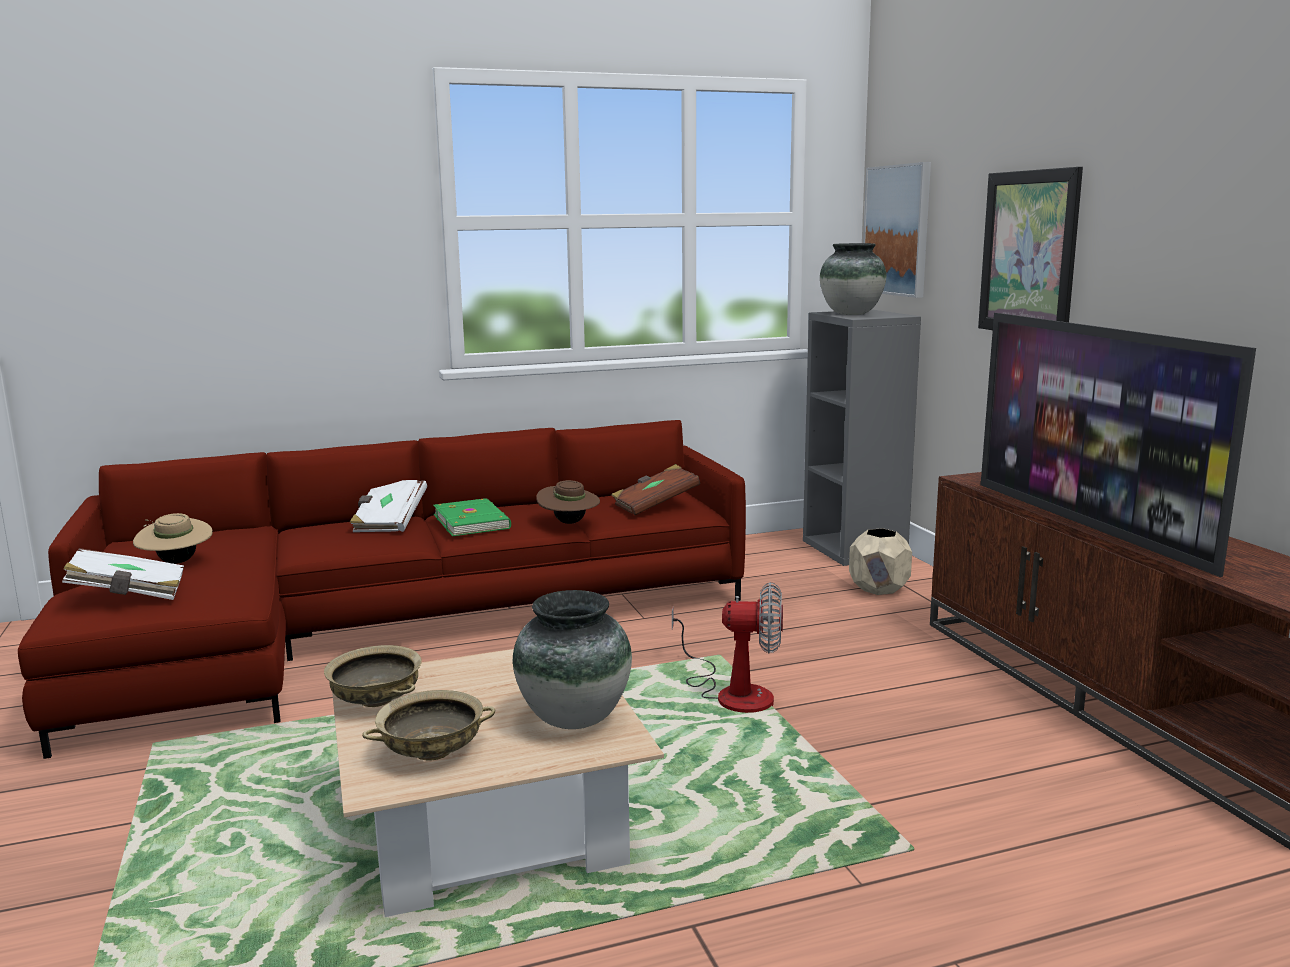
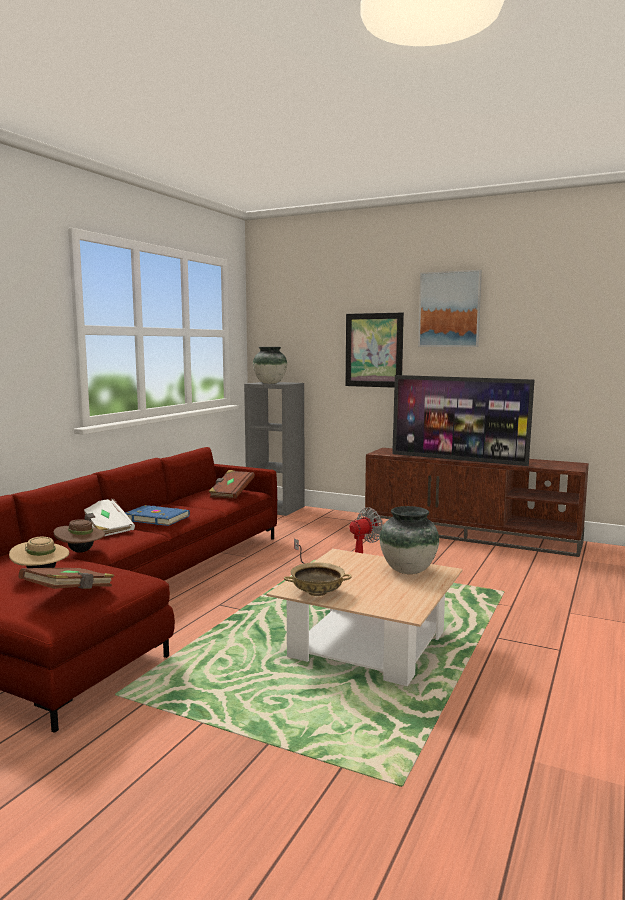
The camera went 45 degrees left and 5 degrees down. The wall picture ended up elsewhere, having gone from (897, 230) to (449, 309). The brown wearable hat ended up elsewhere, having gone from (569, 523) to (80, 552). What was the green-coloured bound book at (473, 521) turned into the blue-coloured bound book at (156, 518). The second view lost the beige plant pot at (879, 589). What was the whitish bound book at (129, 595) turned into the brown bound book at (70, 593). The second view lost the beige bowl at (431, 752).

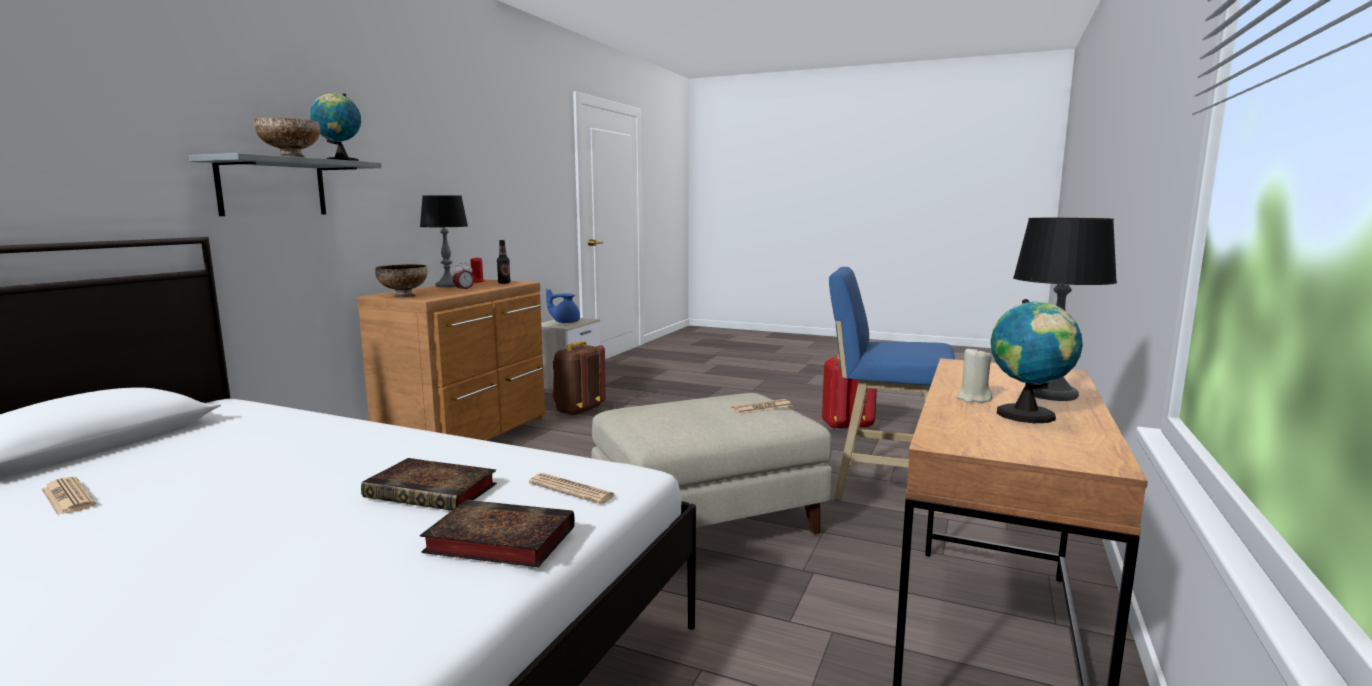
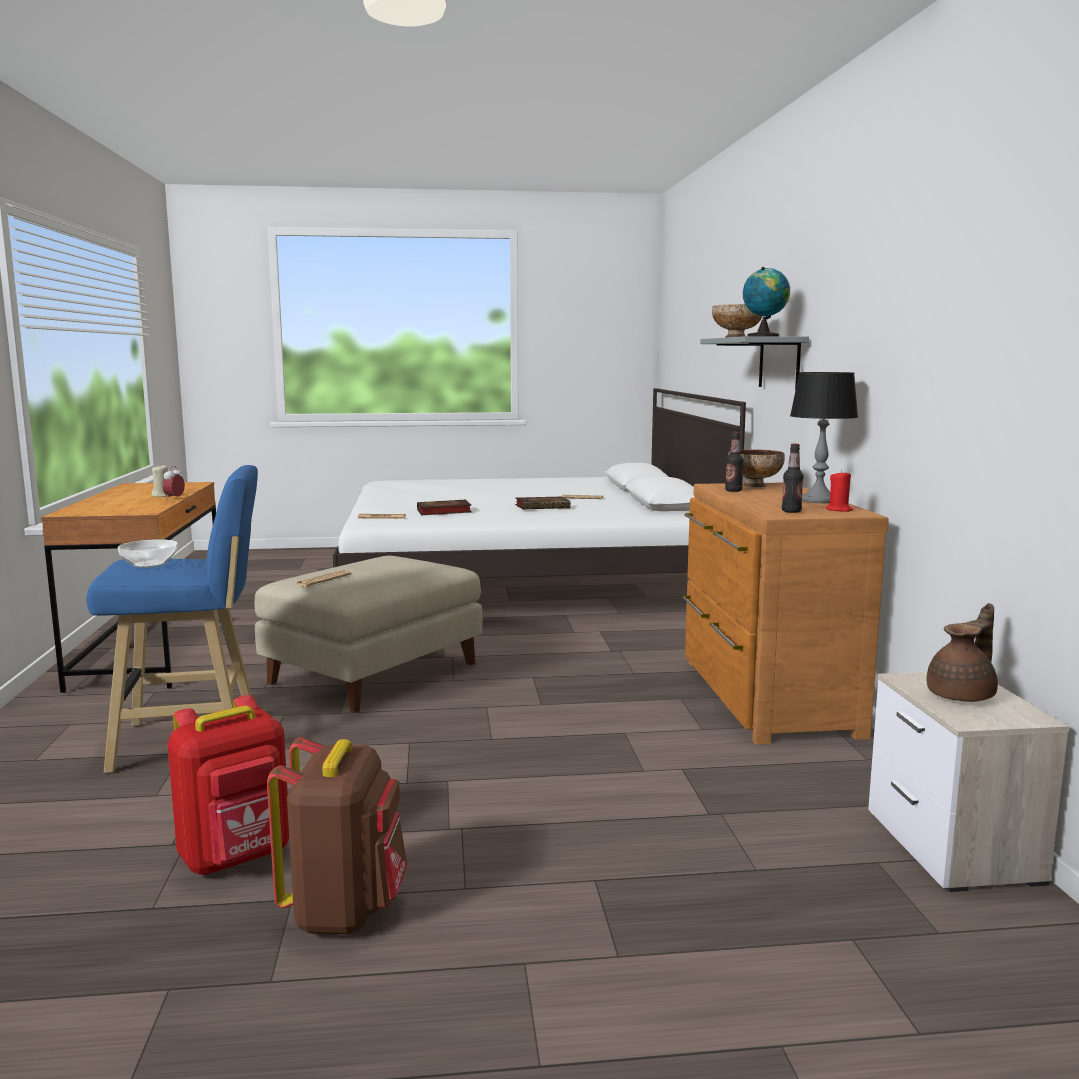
The camera went 150 degrees right and 0 degrees up. The second view lost the table lamp at (1051, 394). The table clock ended up elsewhere, having gone from (464, 291) to (174, 498). What was the blue-coloured pot for tea at (565, 322) turned into the brown pot for tea at (963, 695). The second view lost the desk globe at (1029, 416). The brown backpack ended up elsewhere, having gone from (578, 411) to (344, 910). The bound book ended up elsewhere, having gone from (496, 541) to (543, 506). The second view gained the bottle at (733, 490). The second view gained the bowl at (148, 564).

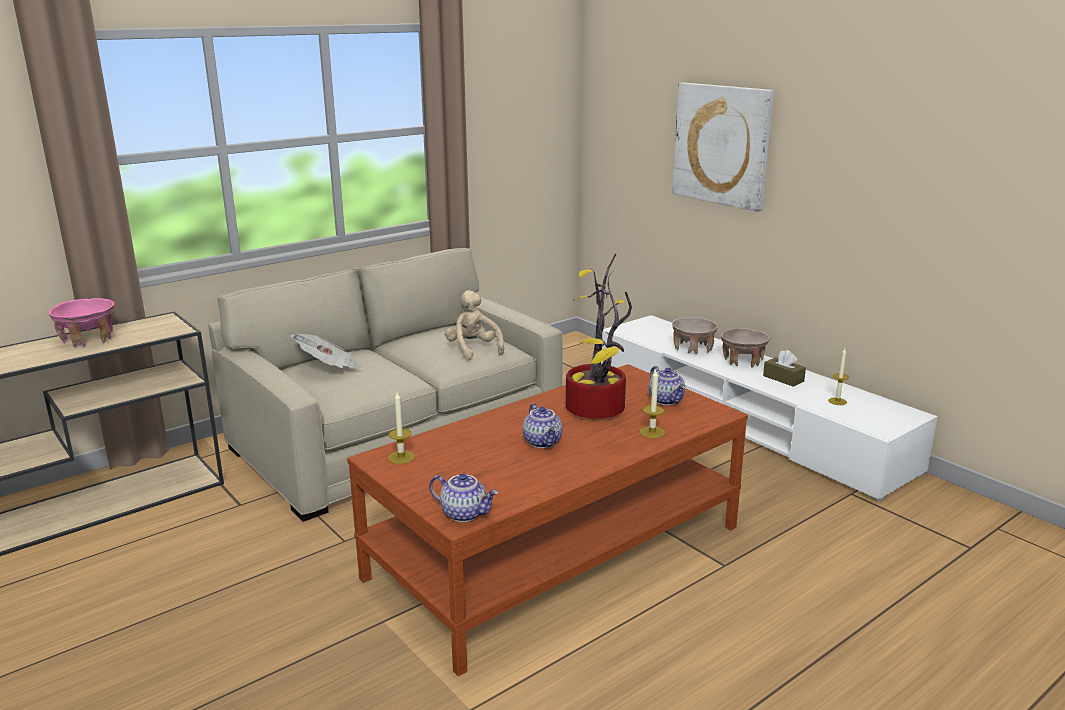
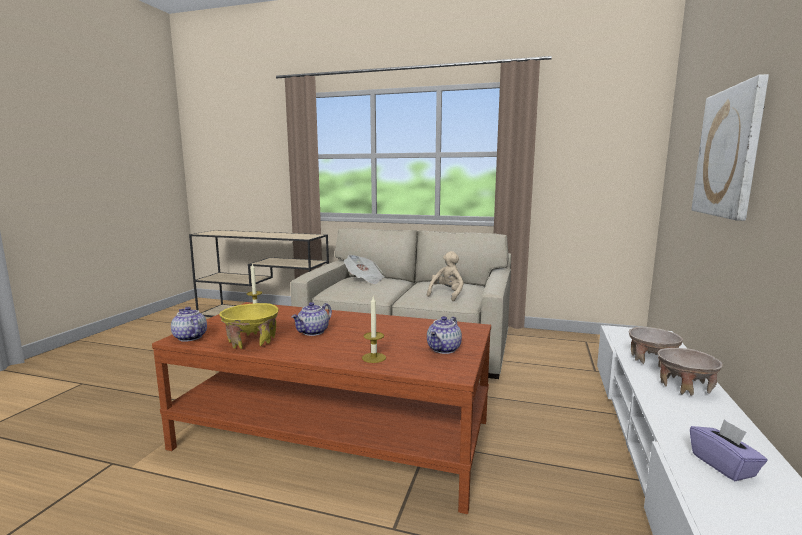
The camera went 55 degrees right and 10 degrees down. The second view lost the houseplant at (599, 411). The second view lost the pink-coloured bowl at (88, 339). Where the wax light stood at (837, 401), the purple box of tissues came to stand at (723, 465). The second view lost the brown box of tissues at (783, 378). The pot for tea at (465, 513) ended up facing another way, 150 degrees clockwise from before. The second view gained the yellow-coloured bowl at (251, 341).

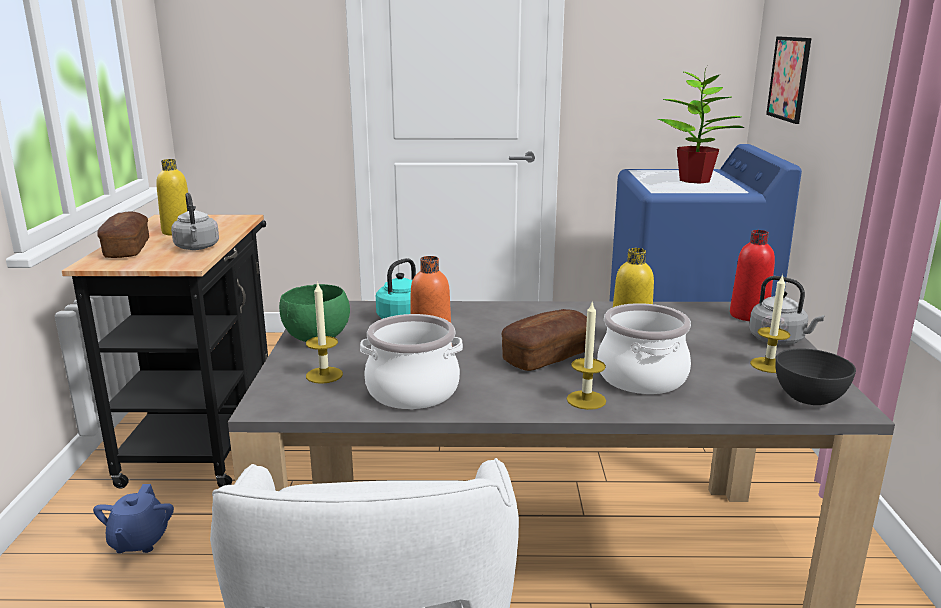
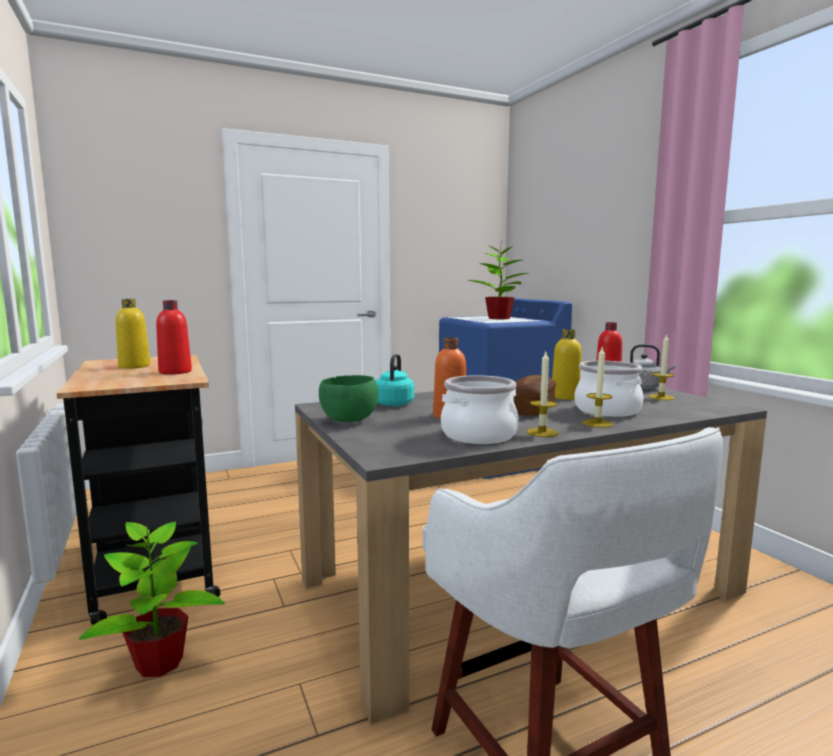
The camera went 25 degrees left and 10 degrees down. The second view lost the wall picture at (789, 78). Where the greyish kettle stood at (197, 248), the reddish bottle came to stand at (175, 372). The second view lost the bread at (127, 249). The wax light ended up elsewhere, having gone from (324, 375) to (542, 432). The second view lost the greyish bowl at (809, 398). Where the blue-coloured pot for tea stood at (139, 541), the houseplant came to stand at (159, 664).

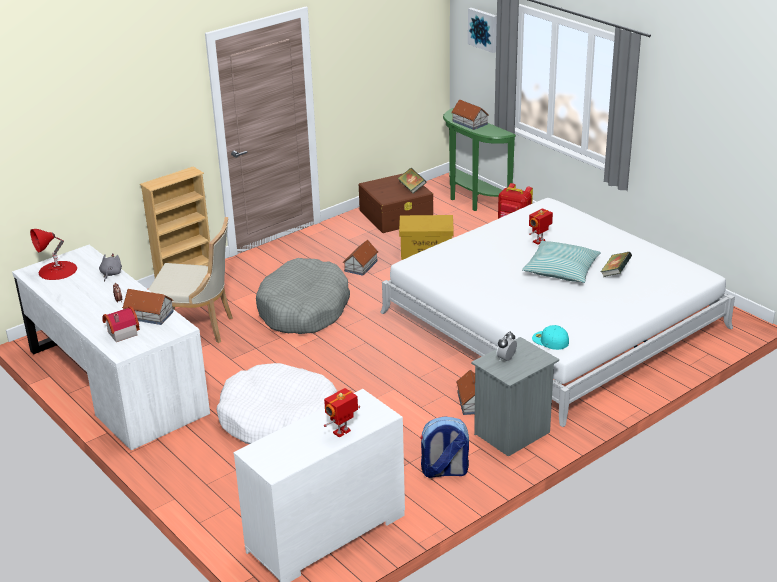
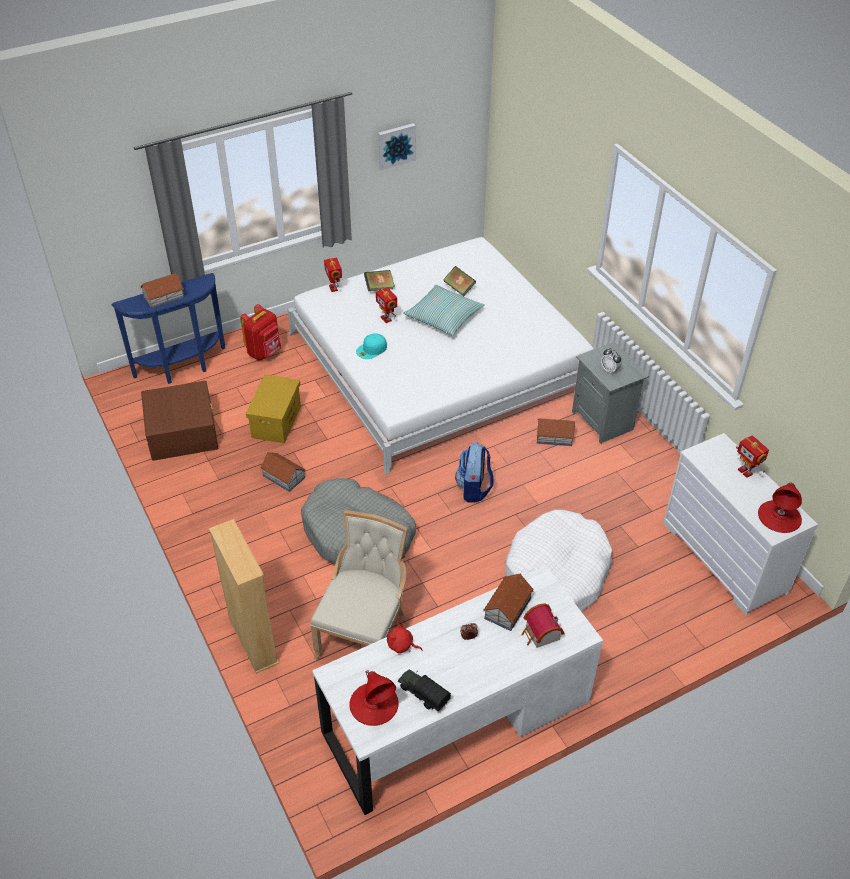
The camera went 80 degrees left and 15 degrees up. The wall picture ended up elsewhere, having gone from (483, 29) to (396, 145). What was the green-coloured console table at (472, 201) turned into the blue-coloured console table at (183, 368). The bound book ended up elsewhere, having gone from (412, 188) to (379, 288). What was the greyish cuddly toy at (110, 274) turned into the reddish cuddly toy at (401, 645). The blue-green baseball cap ended up elsewhere, having gone from (550, 340) to (371, 349). The backpack ended up elsewhere, having gone from (444, 471) to (474, 489). The second view gained the toy robot at (334, 288). The second view gained the reddish table lamp at (779, 516). The second view gained the toy lorry at (423, 694).

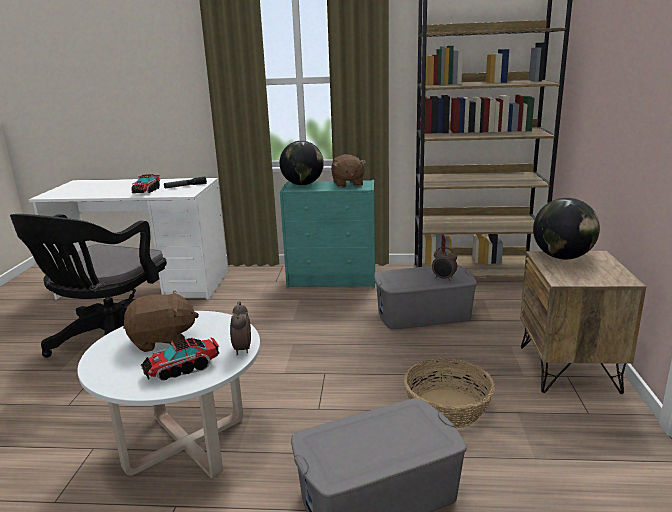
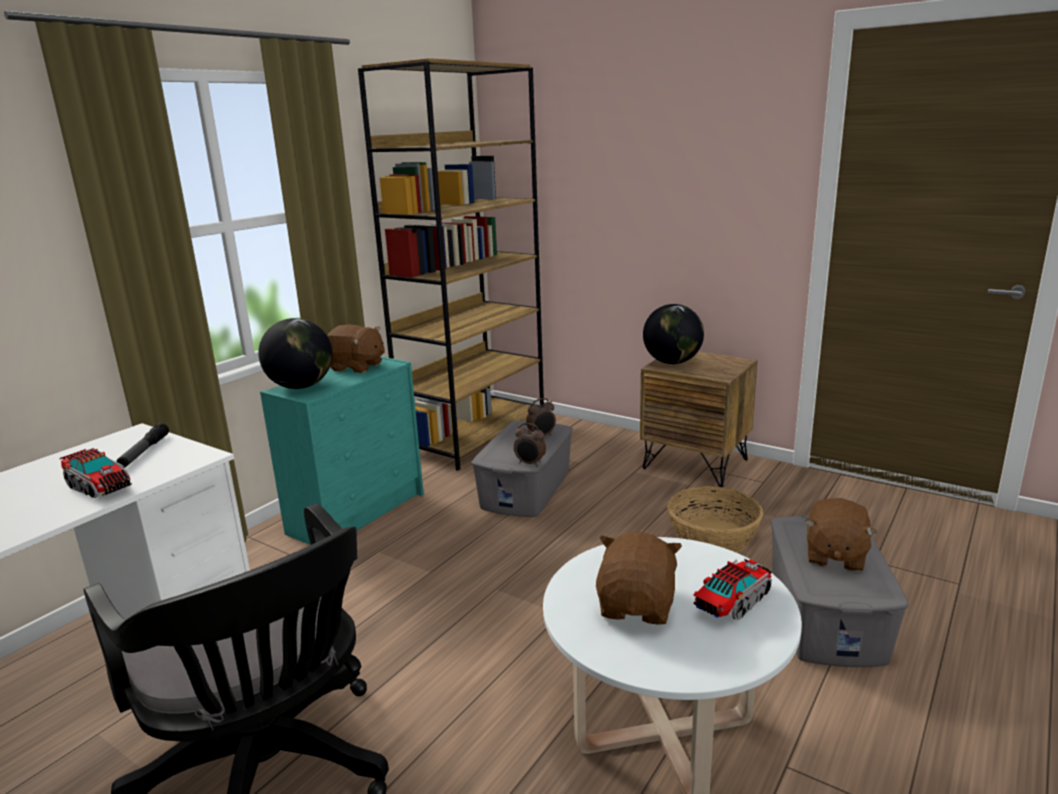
The camera went 60 degrees left and 0 degrees up. The table clock ended up elsewhere, having gone from (242, 349) to (530, 463). The toy lorry at (182, 369) ended up facing another way, 135 degrees counterclockwise from before. The second view gained the brown cuddly toy at (834, 556).

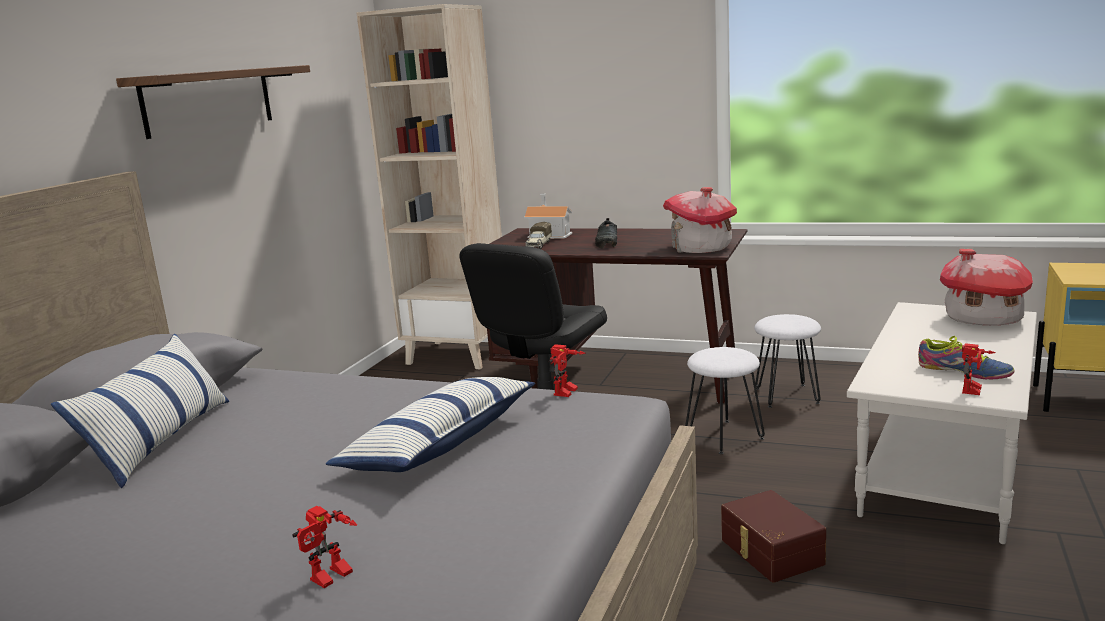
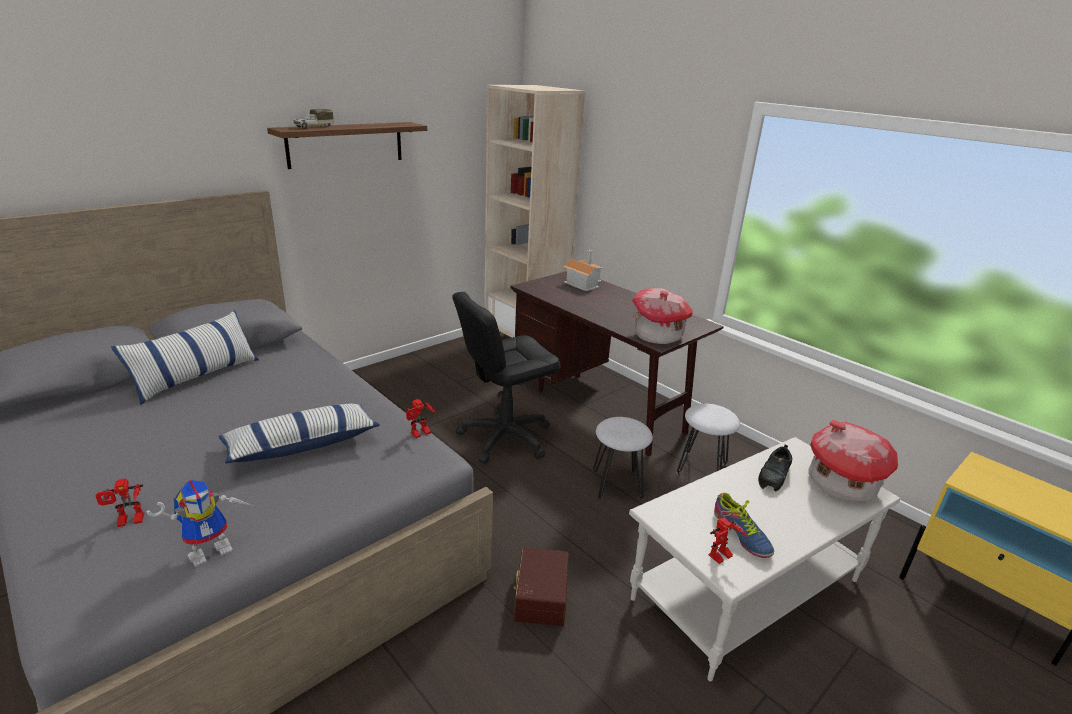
The camera went 25 degrees right and 10 degrees up. The black low shoe ended up elsewhere, having gone from (607, 242) to (774, 475). The toy lorry ended up elsewhere, having gone from (538, 245) to (313, 127). The second view gained the toy robot at (212, 548).

